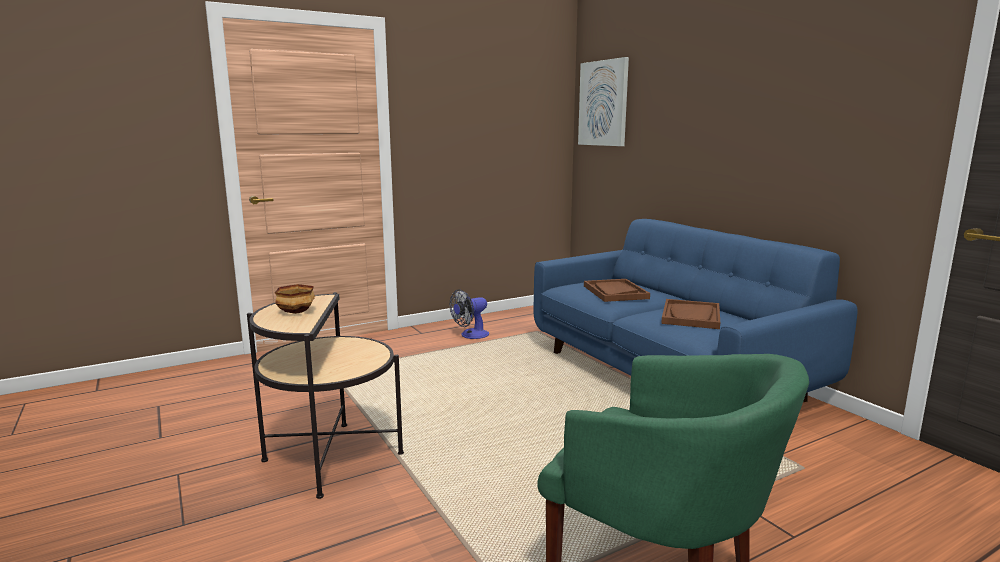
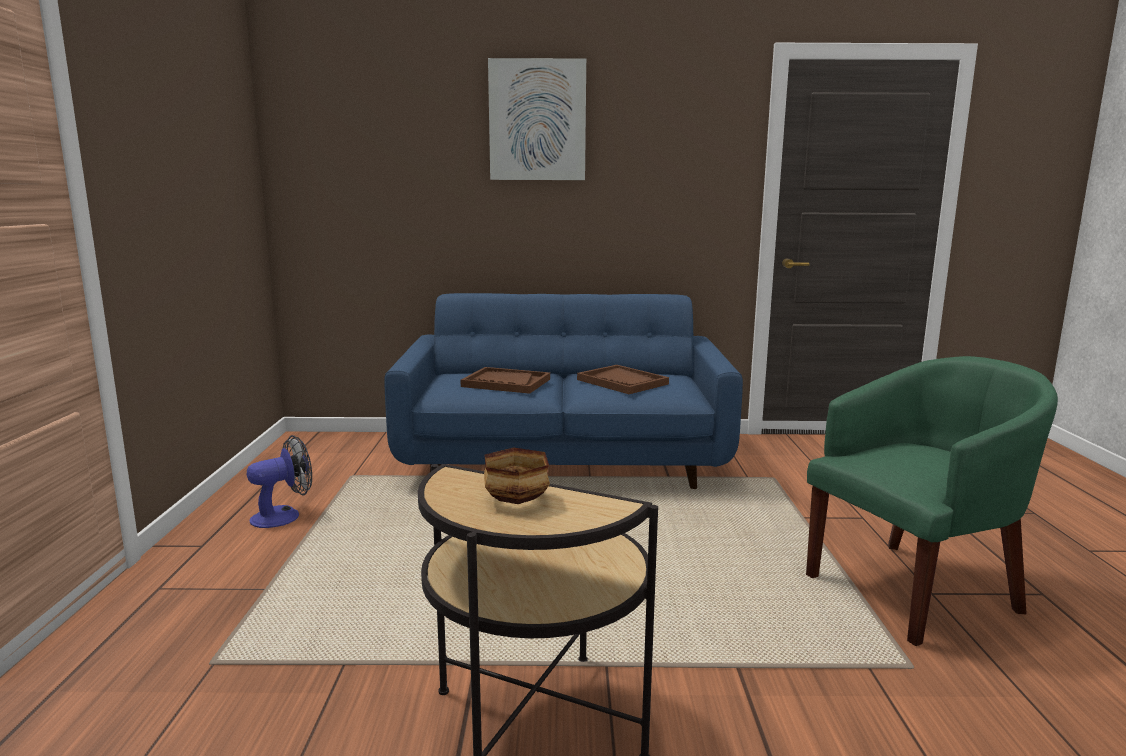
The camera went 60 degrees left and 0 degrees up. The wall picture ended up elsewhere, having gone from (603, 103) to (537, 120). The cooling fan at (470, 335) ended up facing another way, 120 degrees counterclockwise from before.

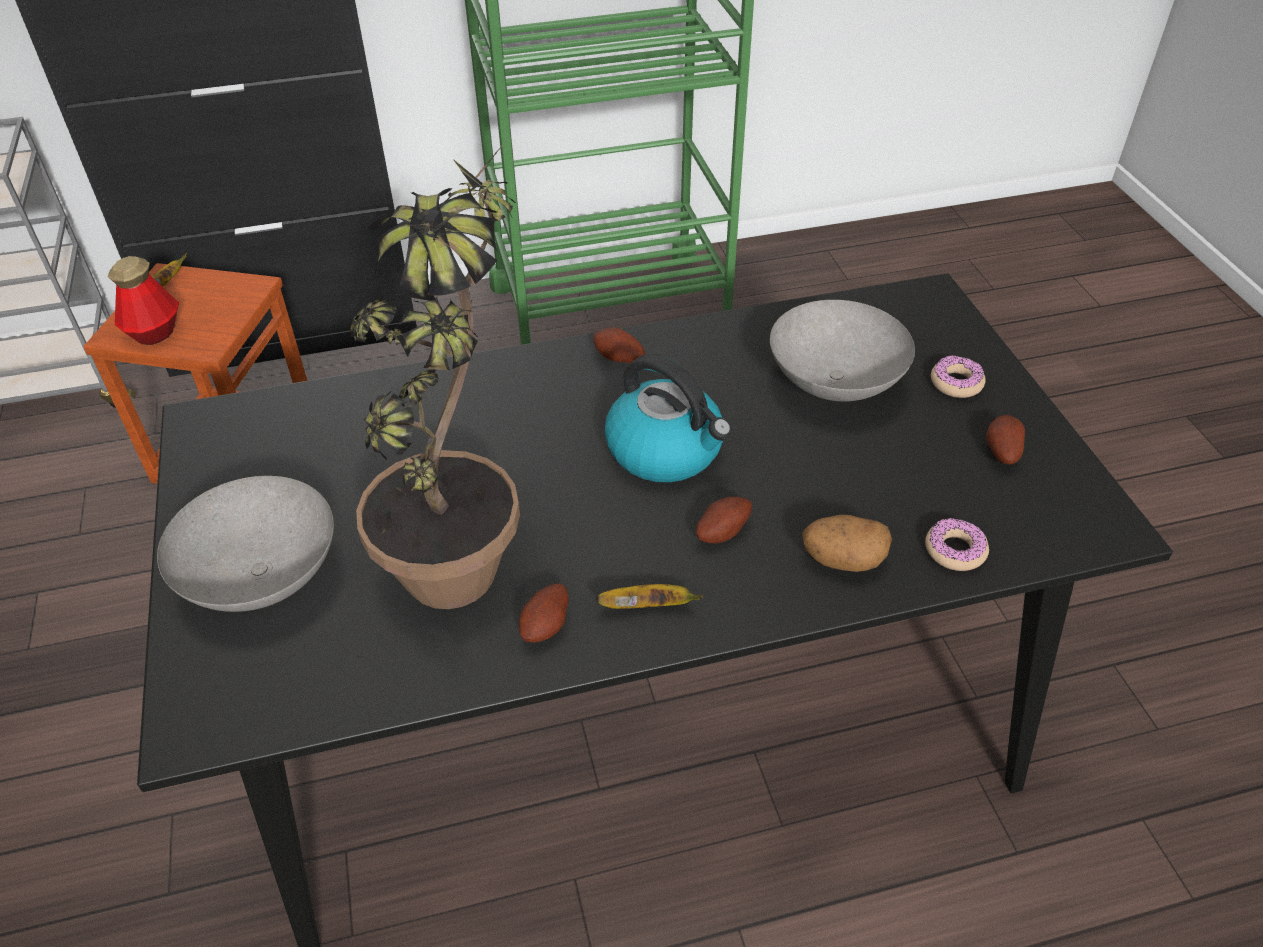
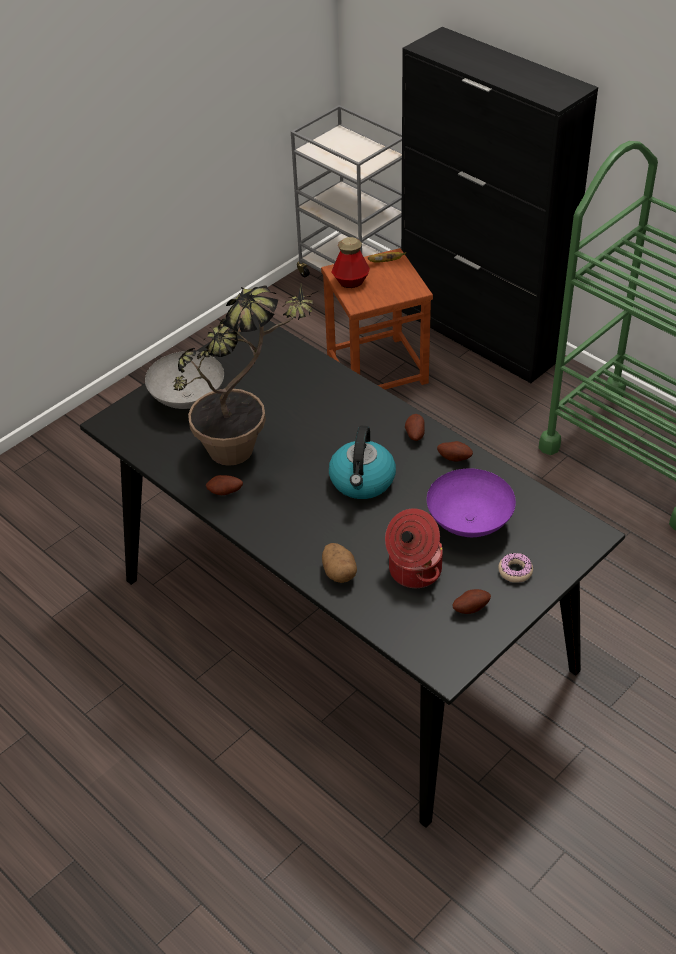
The camera went 60 degrees right and 0 degrees up. What was the greyish bowl at (835, 382) turned into the purple bowl at (471, 522). The potato ended up elsewhere, having gone from (721, 531) to (455, 457). The second view lost the ring doughnut at (955, 550). The second view lost the banana at (648, 607). The second view gained the stockpot at (413, 570).

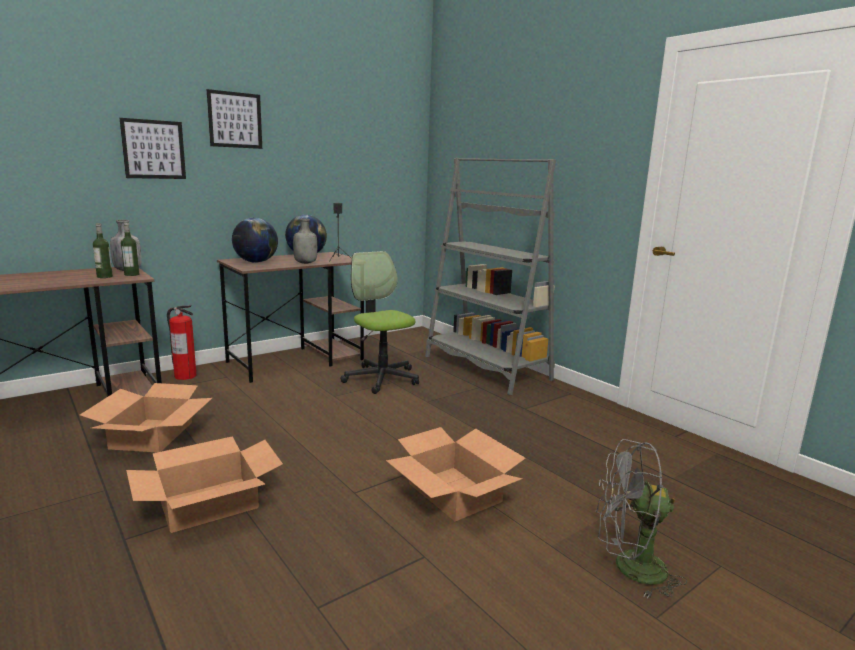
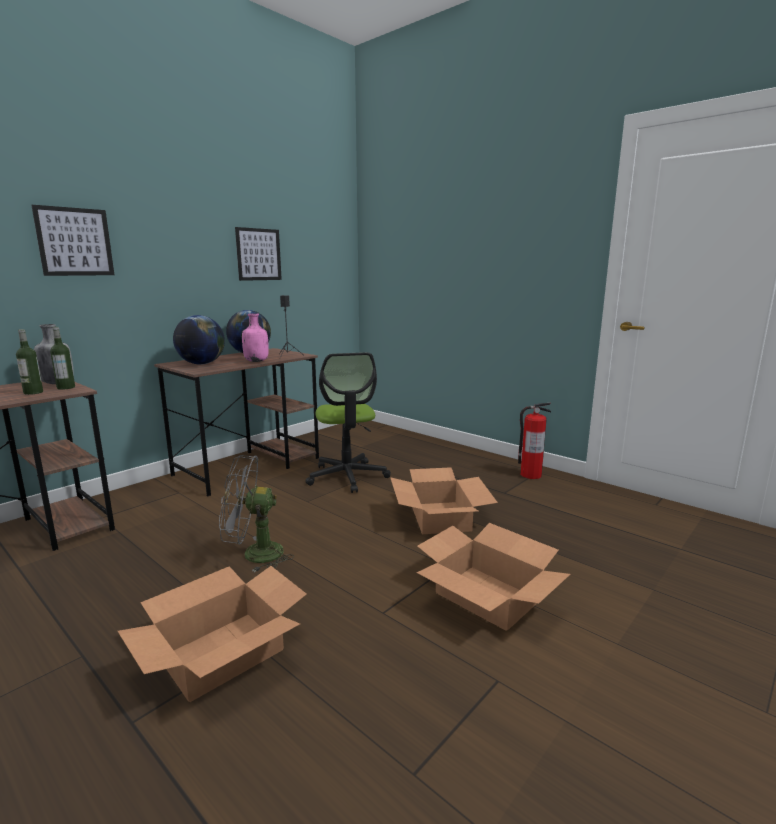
The camera went 10 degrees left and 0 degrees up. The wall picture ended up elsewhere, having gone from (235, 120) to (258, 254). The second view lost the greyish bookcase at (486, 368). What was the greyish bottle at (306, 263) turned into the pink-coloured bottle at (256, 361). The office chair at (381, 378) ended up facing another way, 150 degrees counterclockwise from before. The fire-fighting cylinder ended up elsewhere, having gone from (185, 376) to (530, 475). The cardboard box ended up elsewhere, having gone from (152, 435) to (440, 517). The greyish cooling fan ended up elsewhere, having gone from (629, 568) to (254, 554).

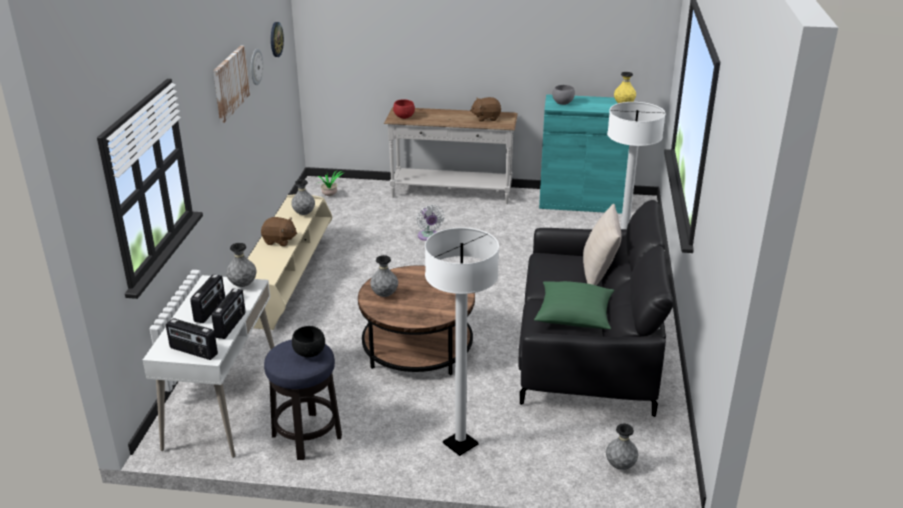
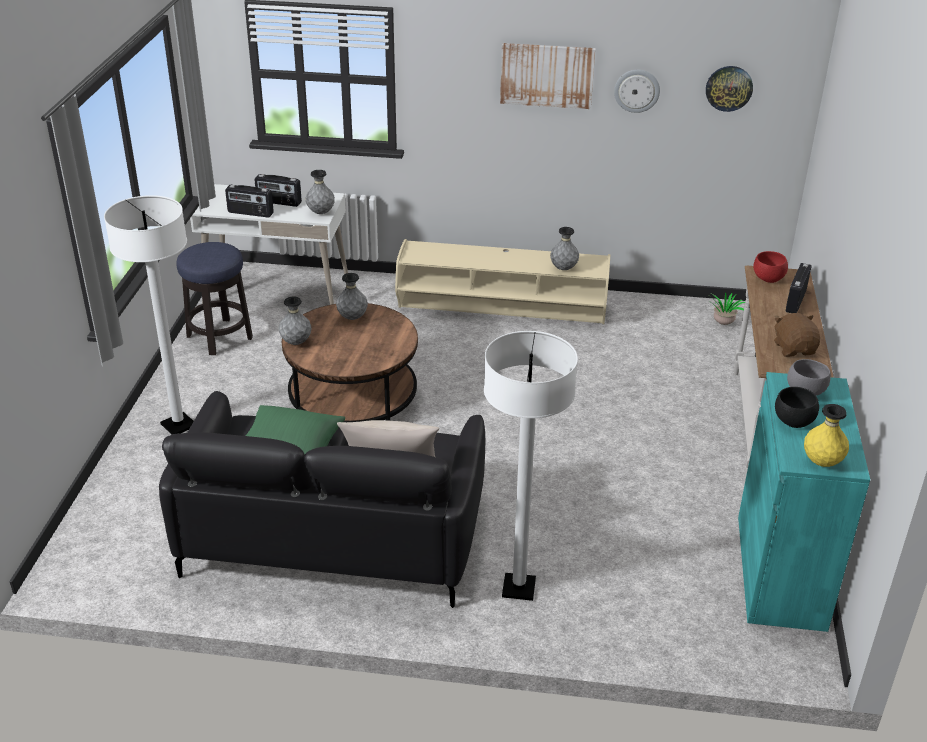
The camera went 90 degrees right and 5 degrees up. The second view lost the whitish cooling fan at (428, 237). The second view lost the brown cuddly toy at (279, 241). The radio ended up elsewhere, having gone from (193, 351) to (795, 301). The black bowl ended up elsewhere, having gone from (310, 353) to (794, 422). The greyish decorative vase ended up elsewhere, having gone from (620, 466) to (296, 342).

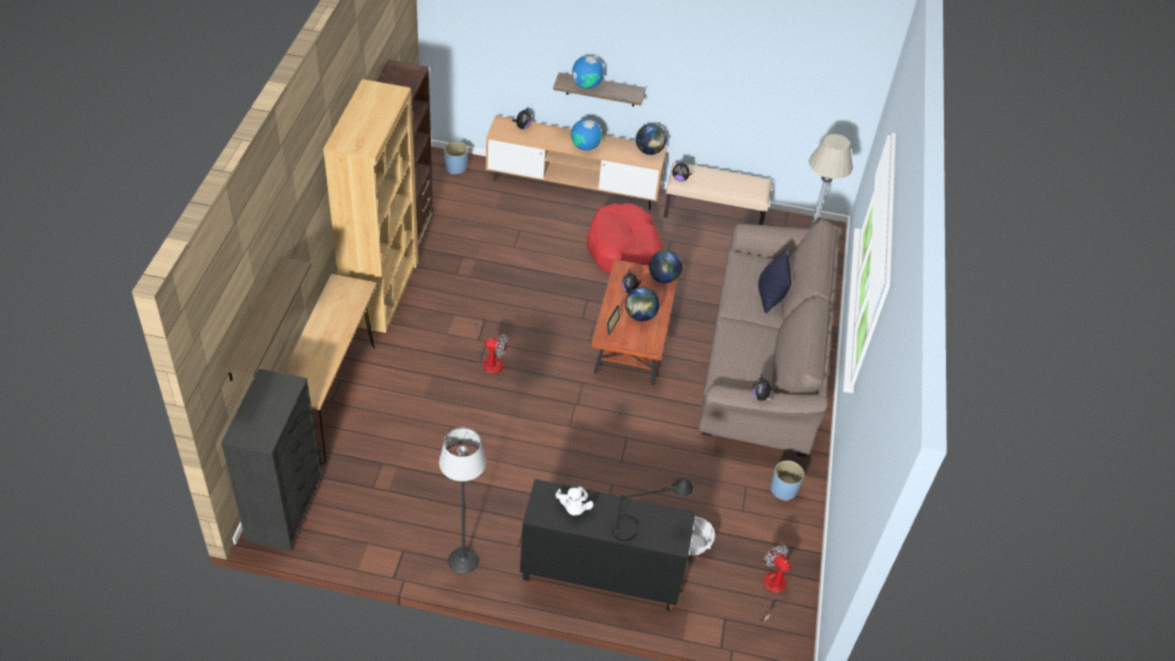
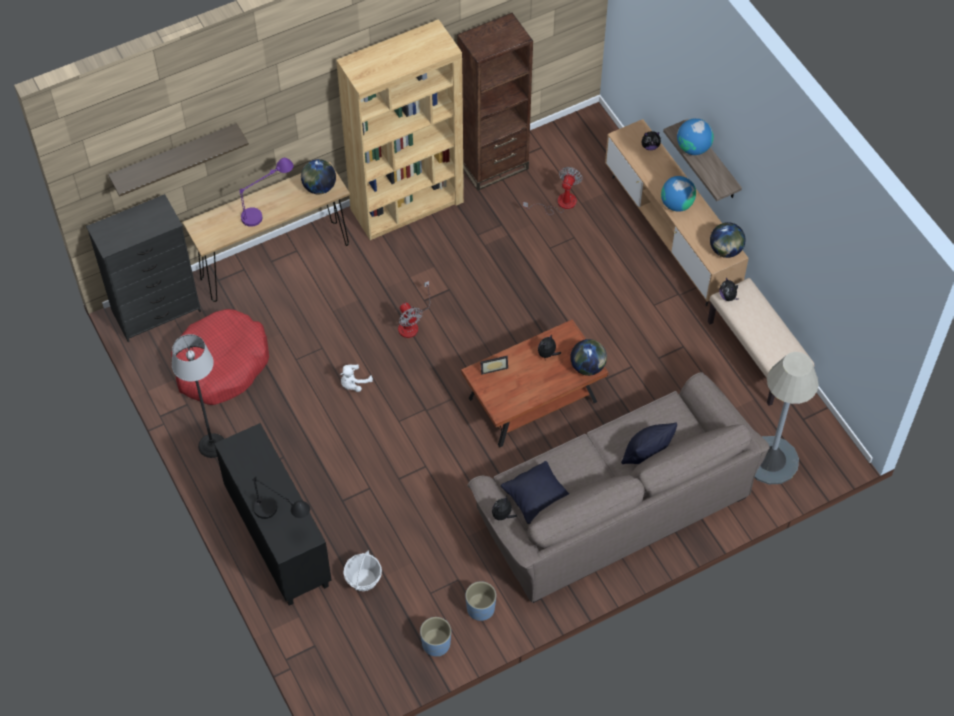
The camera went 55 degrees right and 10 degrees up. The blue-coloured plant pot ended up elsewhere, having gone from (455, 168) to (435, 644). The reddish dog bed ended up elsewhere, having gone from (624, 251) to (221, 365). The desk globe ended up elsewhere, having gone from (640, 316) to (319, 187). The whitish cuddly toy ended up elsewhere, having gone from (573, 508) to (354, 384). The cooling fan ended up elsewhere, having gone from (772, 589) to (559, 203). The second view gained the purple table lamp at (267, 208). The second view gained the black throw pillow at (536, 499).

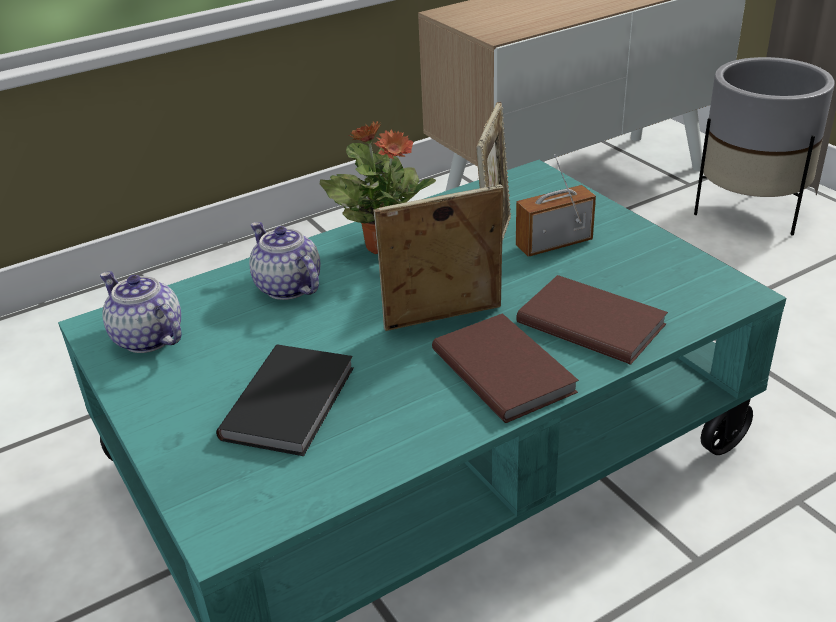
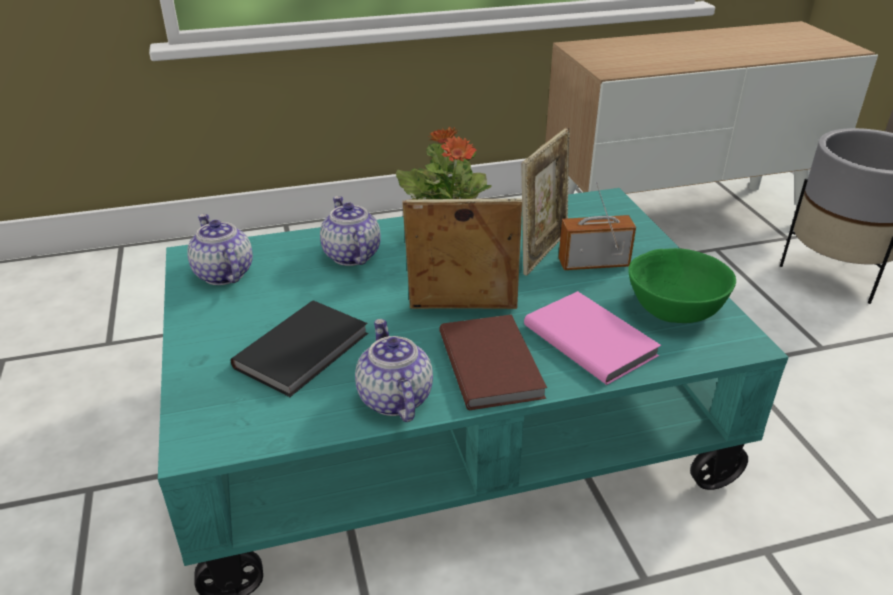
The camera went 15 degrees right and 0 degrees up. What was the brown bound book at (590, 321) turned into the pink-coloured bound book at (590, 338). The second view gained the green-coloured bowl at (674, 308). The second view gained the pot for tea at (393, 398).

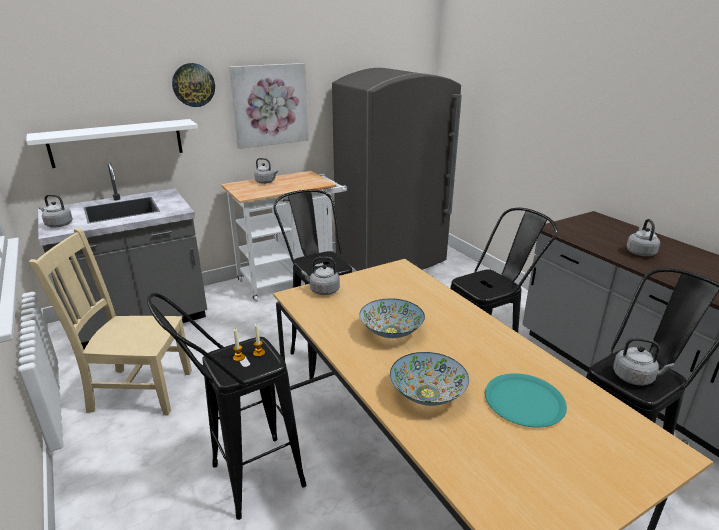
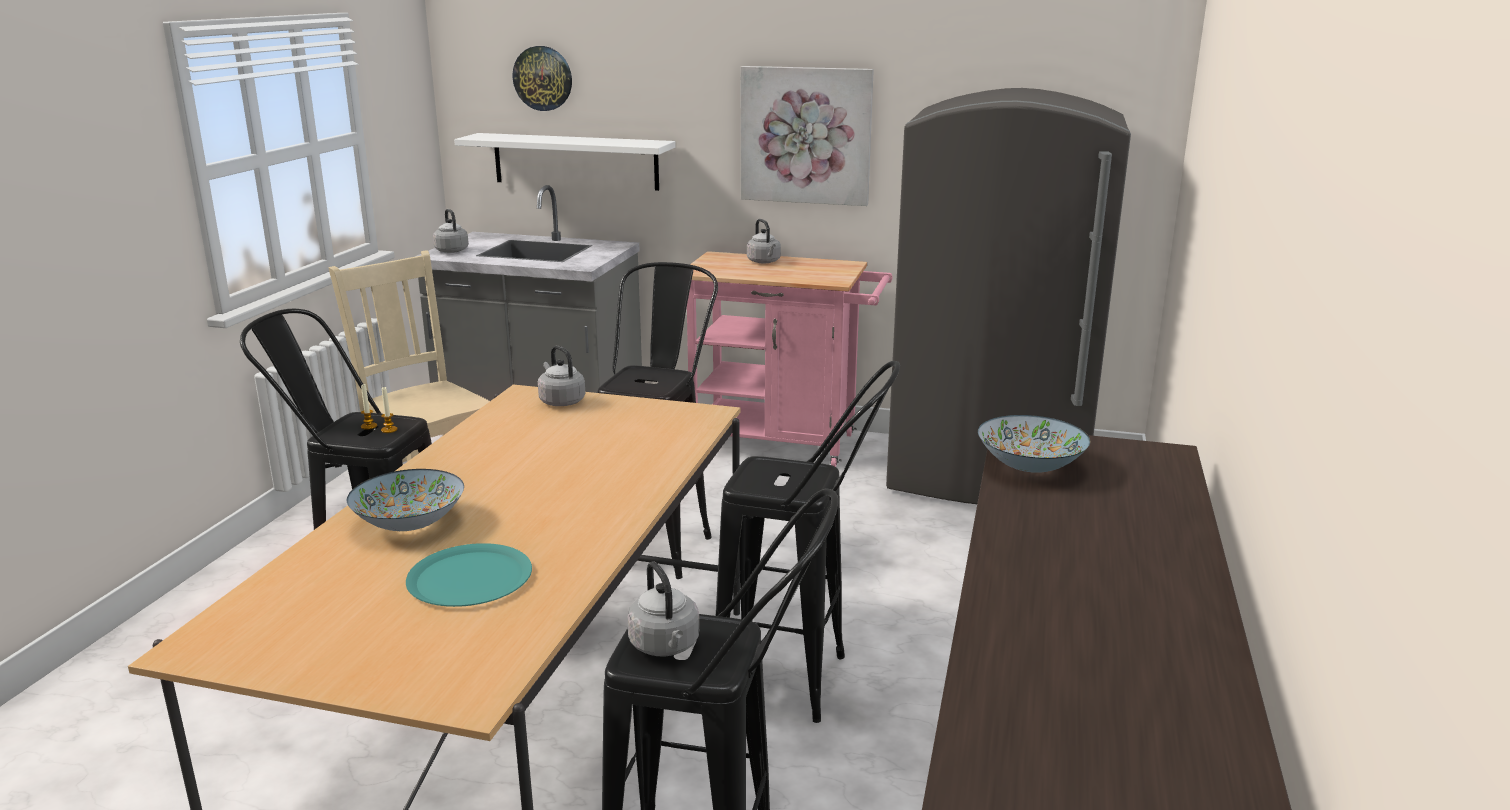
The camera went 45 degrees right and 5 degrees down. The wall clock ended up elsewhere, having gone from (193, 85) to (543, 78). What was the whitish trolley at (291, 279) turned into the pink-coloured trolley at (784, 444). The second view lost the greyish kettle at (640, 252). The bowl ended up elsewhere, having gone from (391, 331) to (1030, 466).

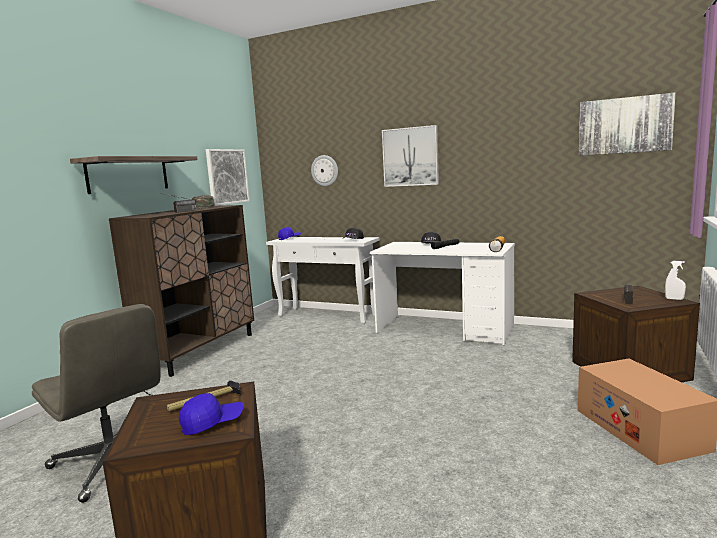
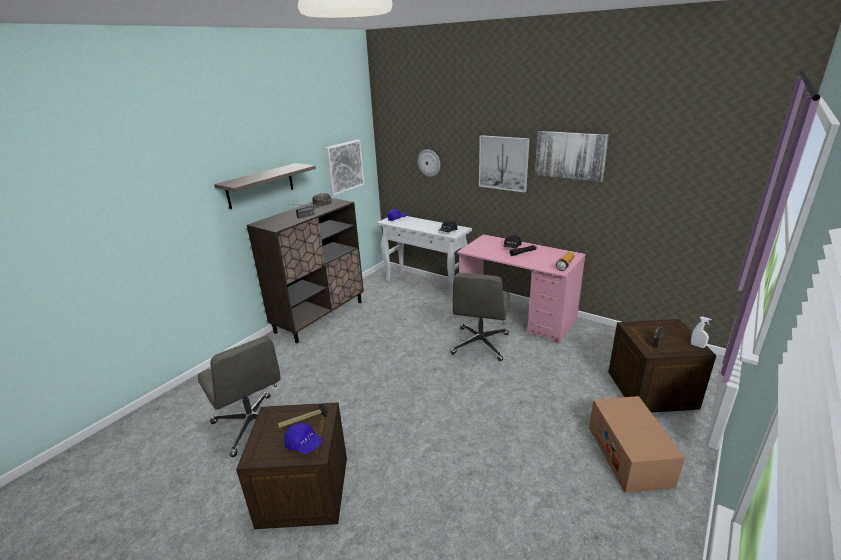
The camera went 10 degrees right and 15 degrees up. The wall picture ended up elsewhere, having gone from (624, 125) to (570, 155). What was the whitish desk unit at (444, 329) turned into the pink-coloured desk unit at (516, 317). The blue-coloured baseball cap at (212, 423) ended up facing another way, 45 degrees clockwise from before. The second view gained the greyish office chair at (480, 344).

